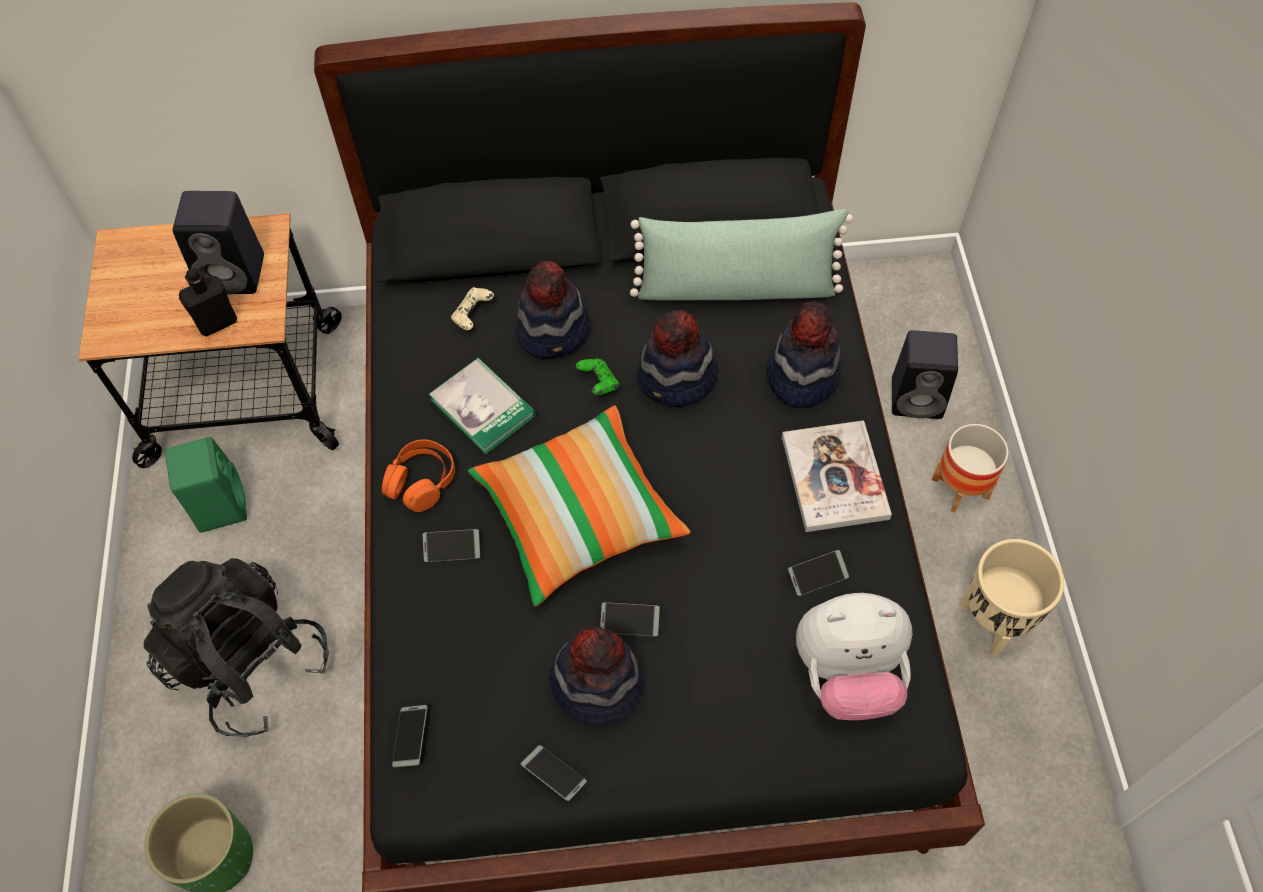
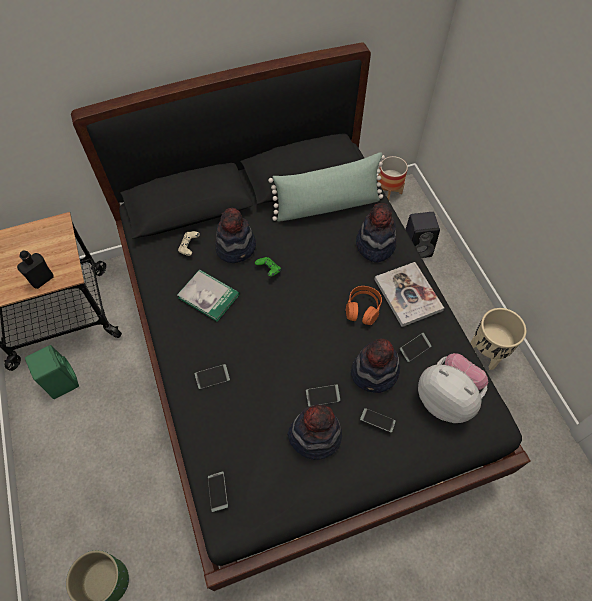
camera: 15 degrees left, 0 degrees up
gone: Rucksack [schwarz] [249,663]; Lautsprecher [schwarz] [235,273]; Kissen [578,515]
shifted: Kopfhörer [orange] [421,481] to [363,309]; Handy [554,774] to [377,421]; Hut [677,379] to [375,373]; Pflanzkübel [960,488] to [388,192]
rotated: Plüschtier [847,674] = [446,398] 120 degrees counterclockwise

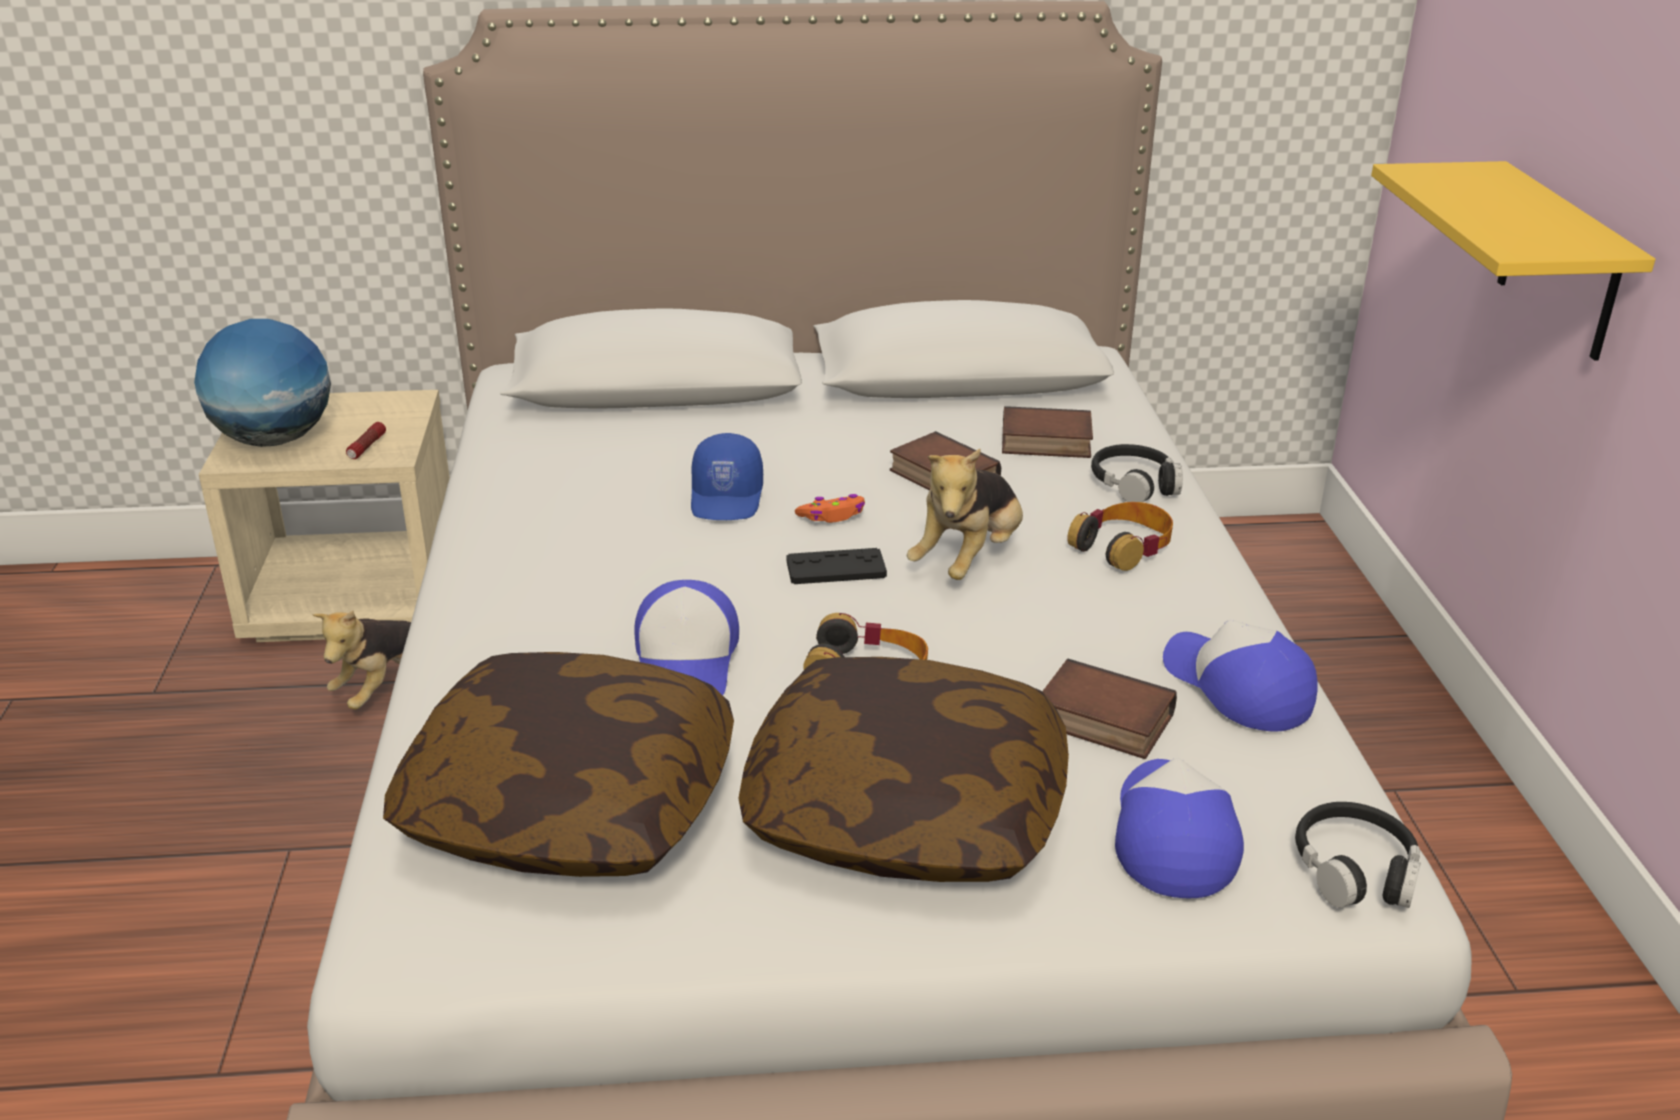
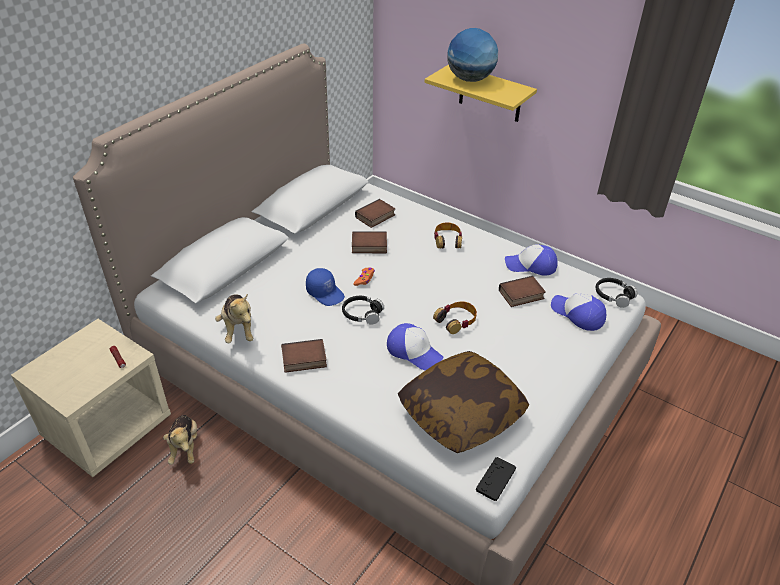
camera: 50 degrees left, 10 degrees up
gone: Kissen [906,811]
new: Buch [303,360]
shifted: Globus [274,440] to [470,79]; Gamepad [schwarz] [836,568] to [495,479]; Plüschtier [969,559] to [238,329]; Kopfhörer [schwarz] [1134,484] to [362,314]

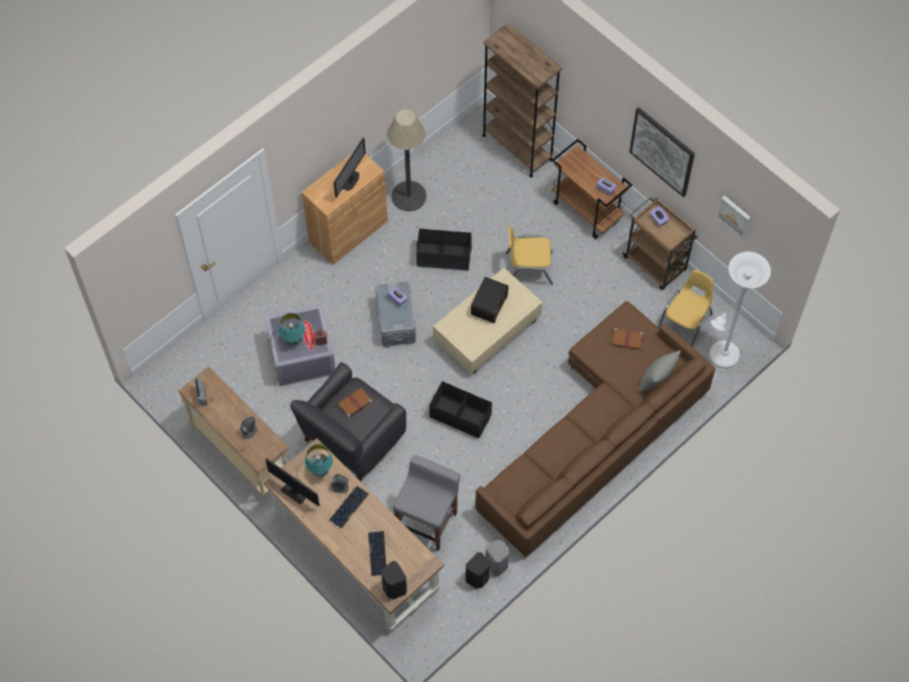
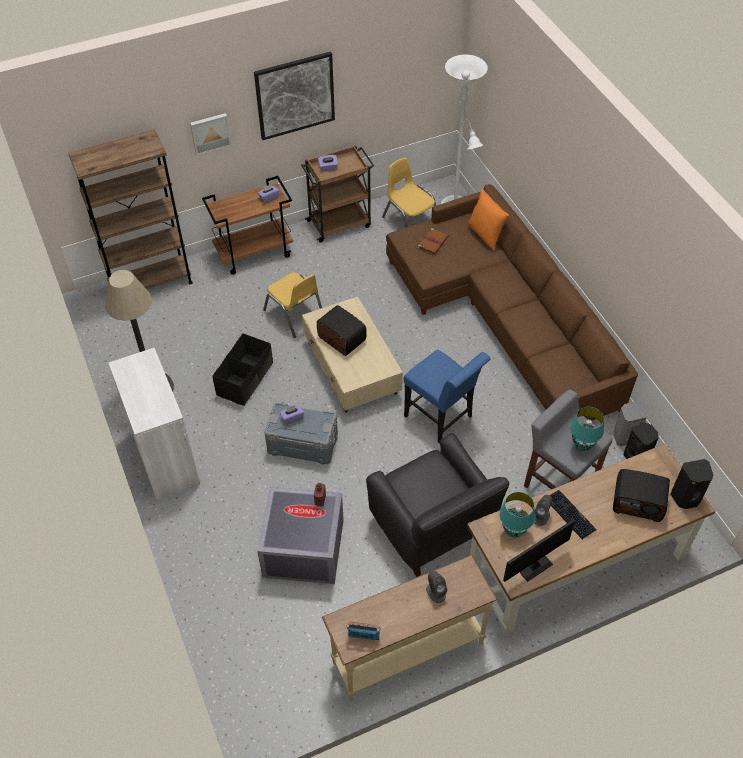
camera: 70 degrees left, 10 degrees down
gone: Monitor [350,181]; Buch [braun] [354,403]
shifted: Tischlampe [türkis] [294,340] to [582,446]; Bild [735,215] to [210,132]
swapped: Tastatur [377,554] to Radio [638,502]; Aufbewahrungsbox [schwarz] [460,416] to Stuhl [blau] [441,419]
repainted: Schrank [braun] [348,231] to Schrank [weiß] [165,456]; Kissen [grau] [657,380] to Kissen [orange] [485,235]
rotated: Stuhl [gelb] [528,267] = [294,314] 60 degrees counterclockwise

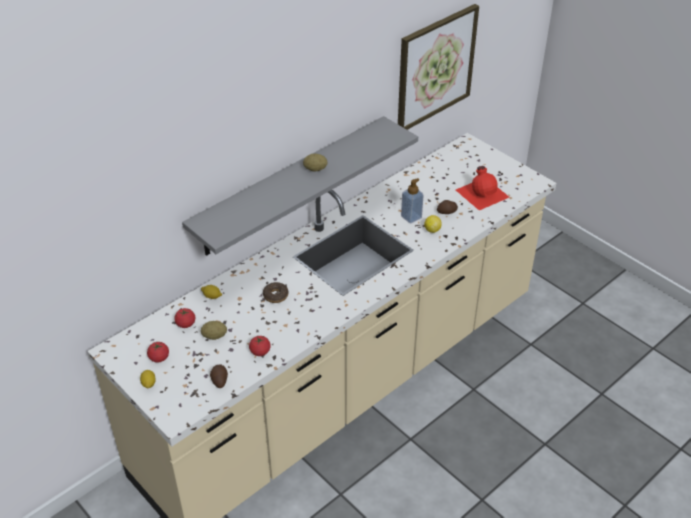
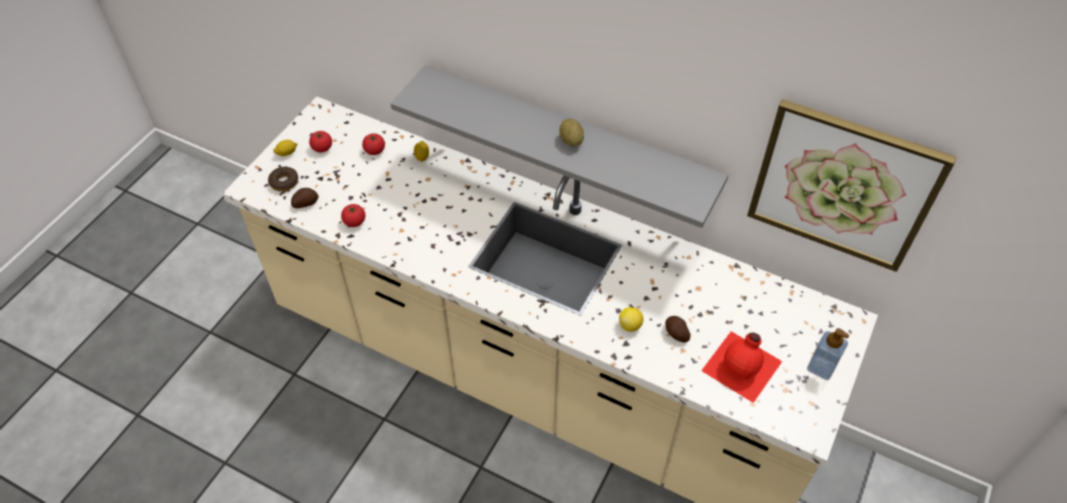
camera: 70 degrees right, 10 degrees up
gone: Kartoffel [214,336]
shifted: Donut [275,295] to [284,182]; Seifenspender [411,217] to [821,367]

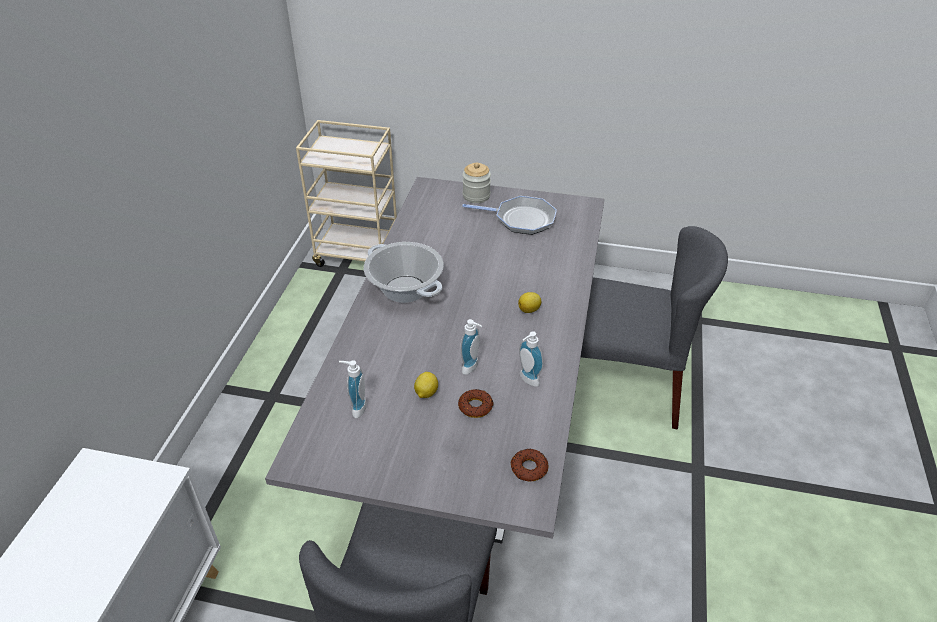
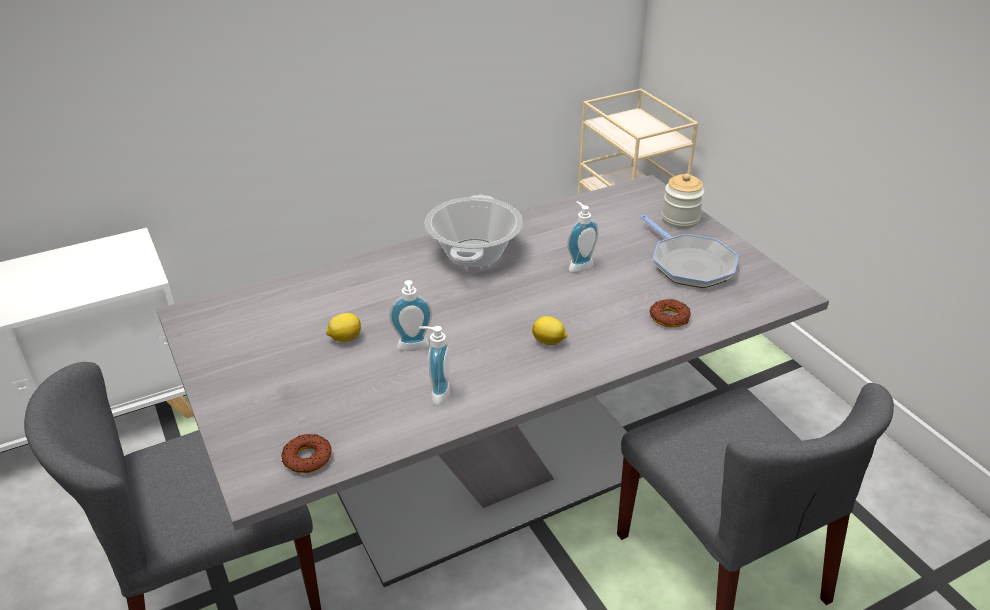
camera: 50 degrees right, 5 degrees down
shifted: Seifenspender [356,408] to [578,265]; Donut [475,406] to [669,317]

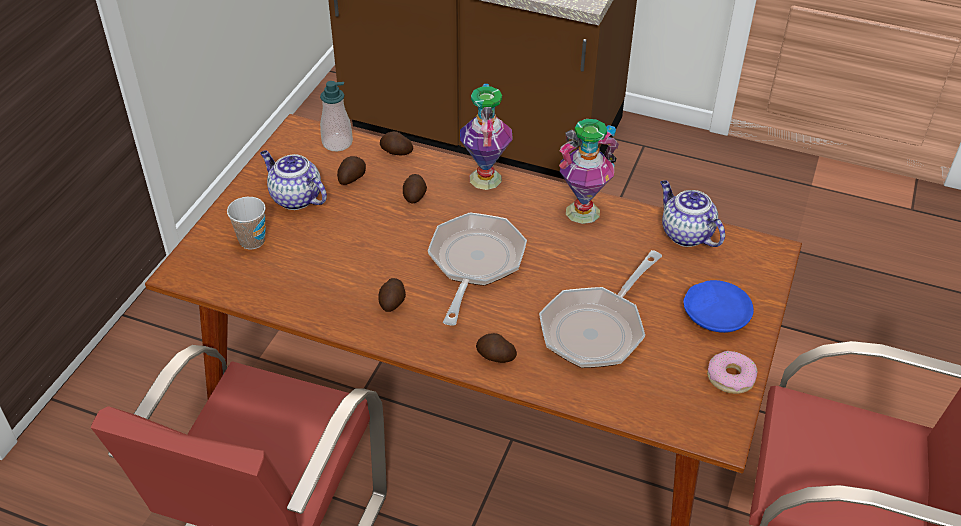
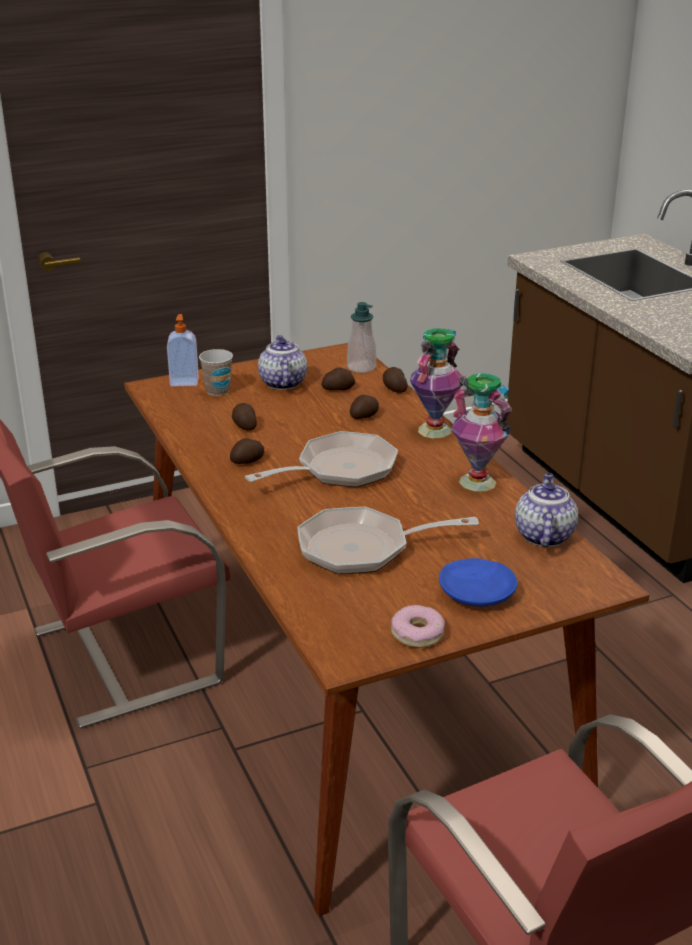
camera: 45 degrees right, 15 degrees down
new: Seifenspender [184,381]
shifted: Kartoffel [495,356] to [244,426]

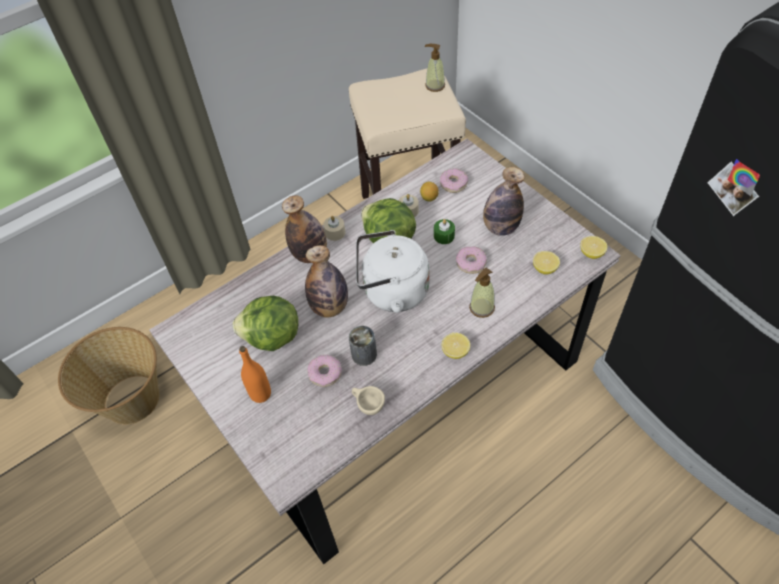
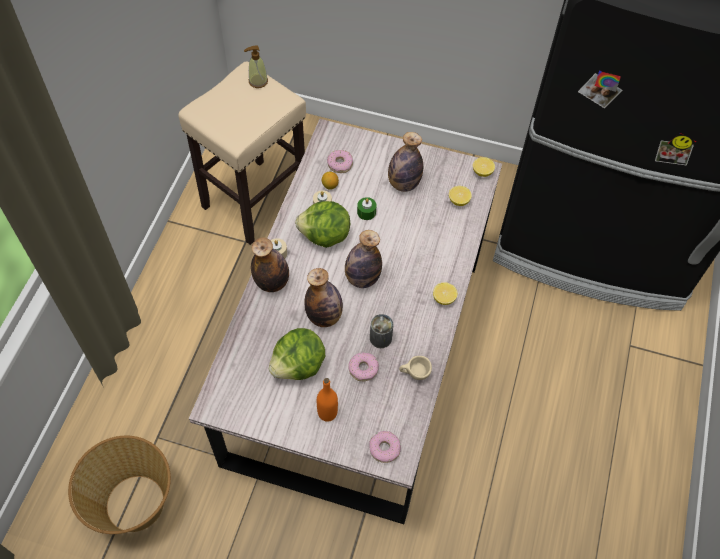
camera: 40 degrees left, 5 degrees up
gone: Seifenspender [481,308]
shifted: Donut [471,263] to [384,448]
swapped: Wasserkessel [weiß] [391,292] to Flasche [362,278]

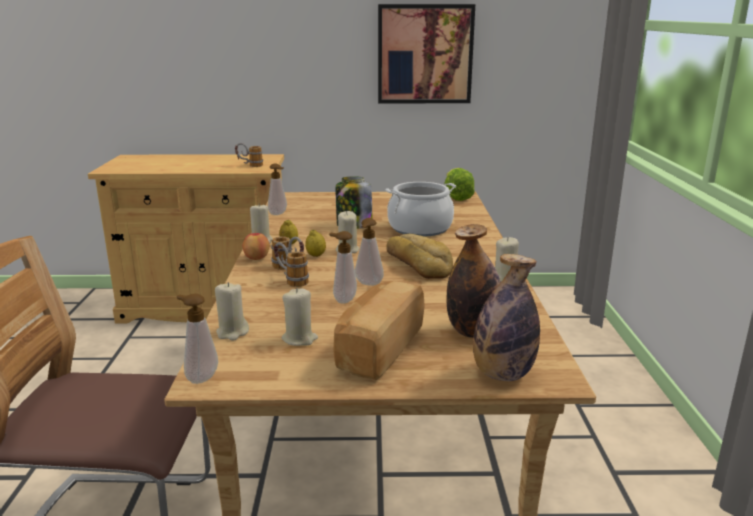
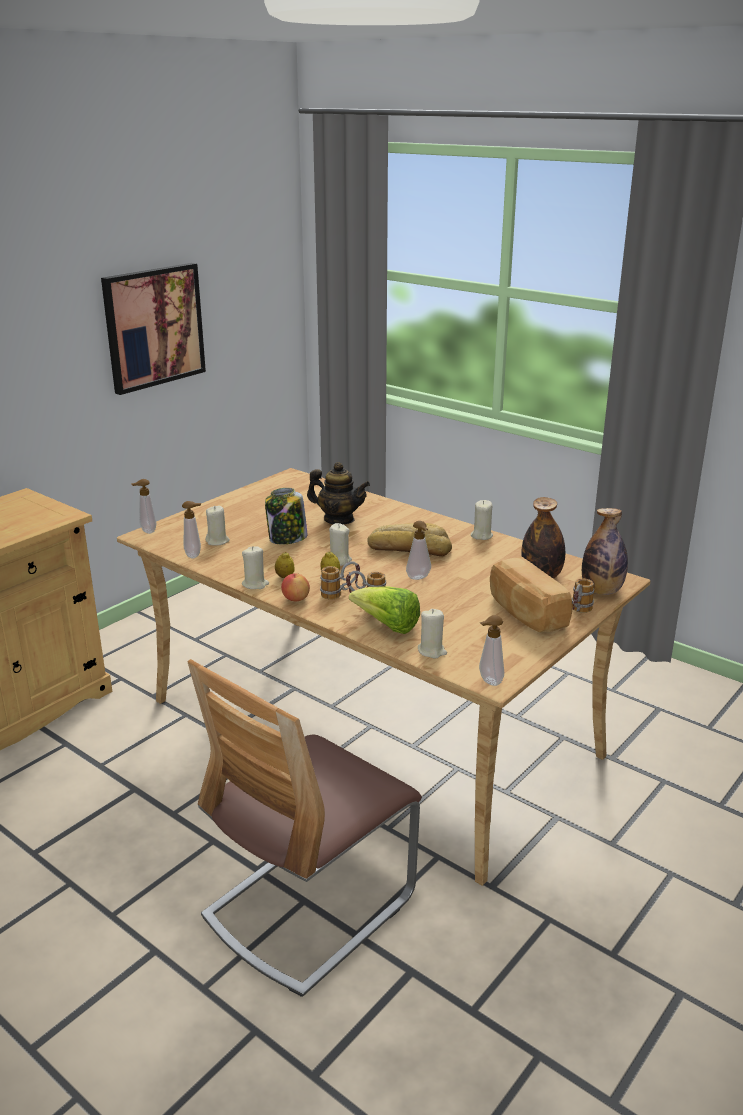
camera: 50 degrees left, 5 degrees up
shifted: Henkelbecher [249,165] to [578,612]; Kerze [beige] [299,339] to [217,541]; Seifenspender [343,300] to [147,531]; Salatkopf [456,197] to [387,626]
swapped: Kochtopf [419,228] to Teekanne [339,519]

